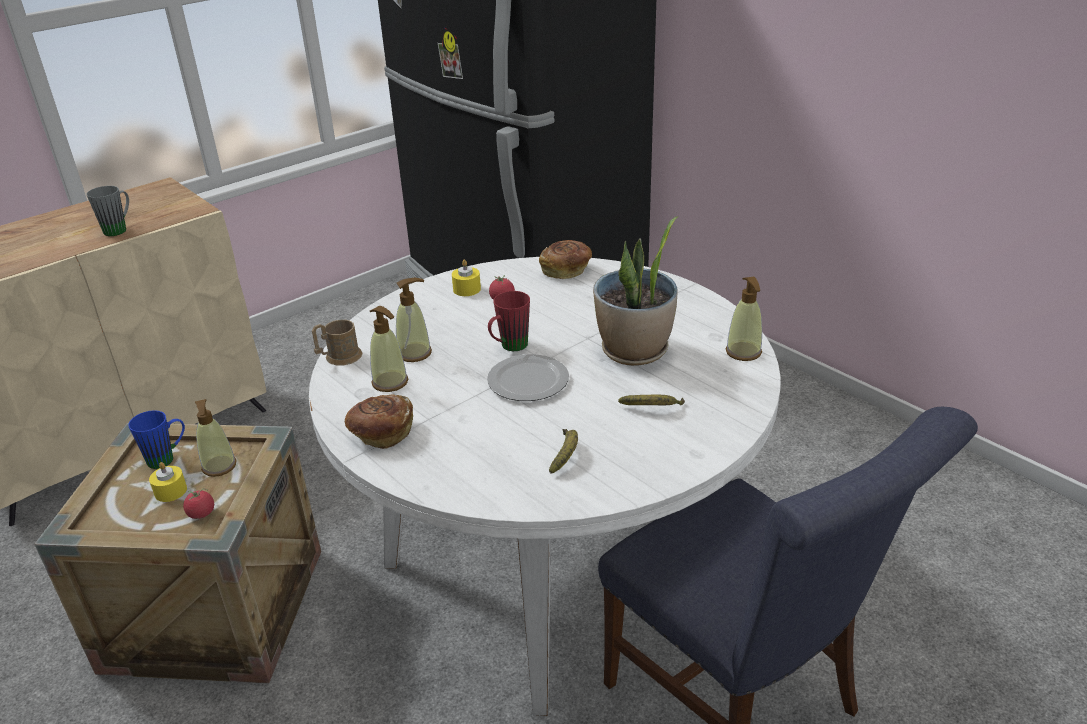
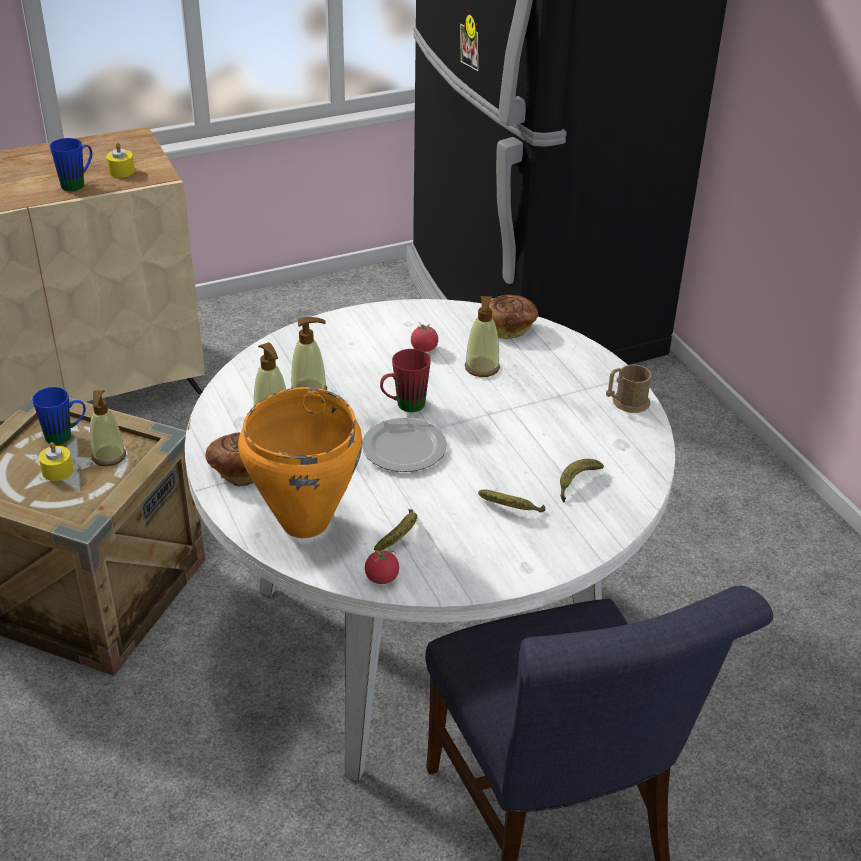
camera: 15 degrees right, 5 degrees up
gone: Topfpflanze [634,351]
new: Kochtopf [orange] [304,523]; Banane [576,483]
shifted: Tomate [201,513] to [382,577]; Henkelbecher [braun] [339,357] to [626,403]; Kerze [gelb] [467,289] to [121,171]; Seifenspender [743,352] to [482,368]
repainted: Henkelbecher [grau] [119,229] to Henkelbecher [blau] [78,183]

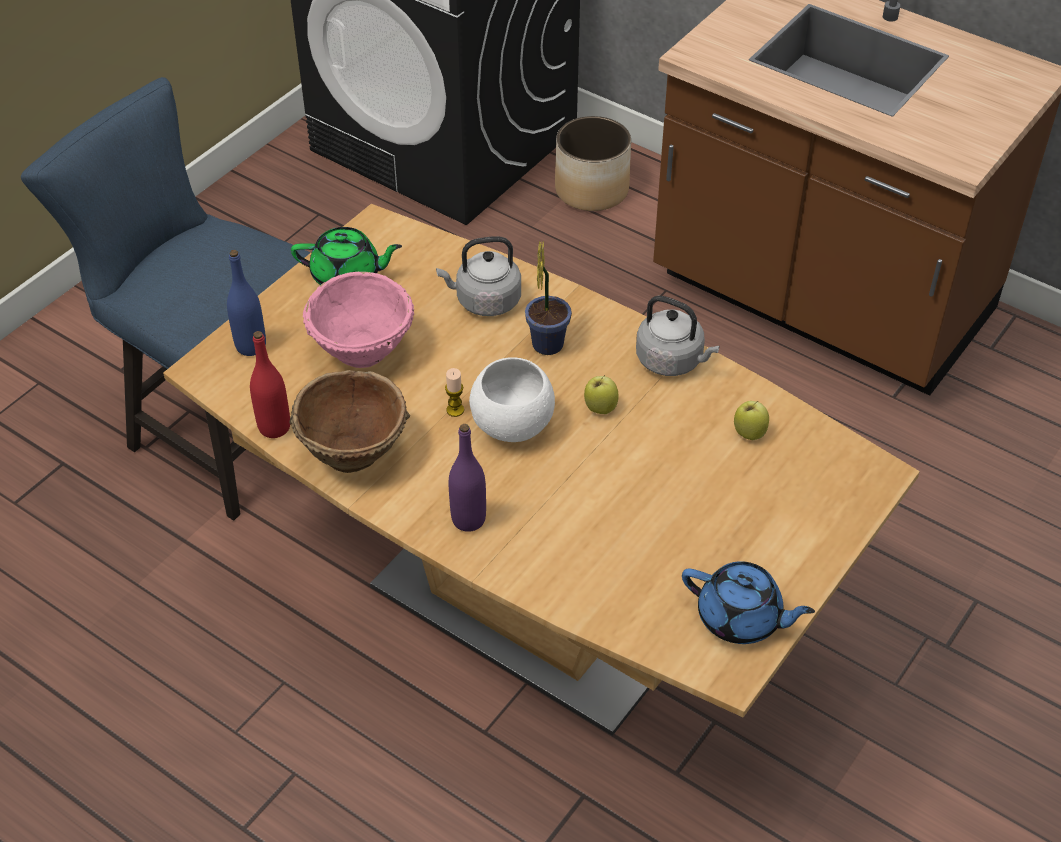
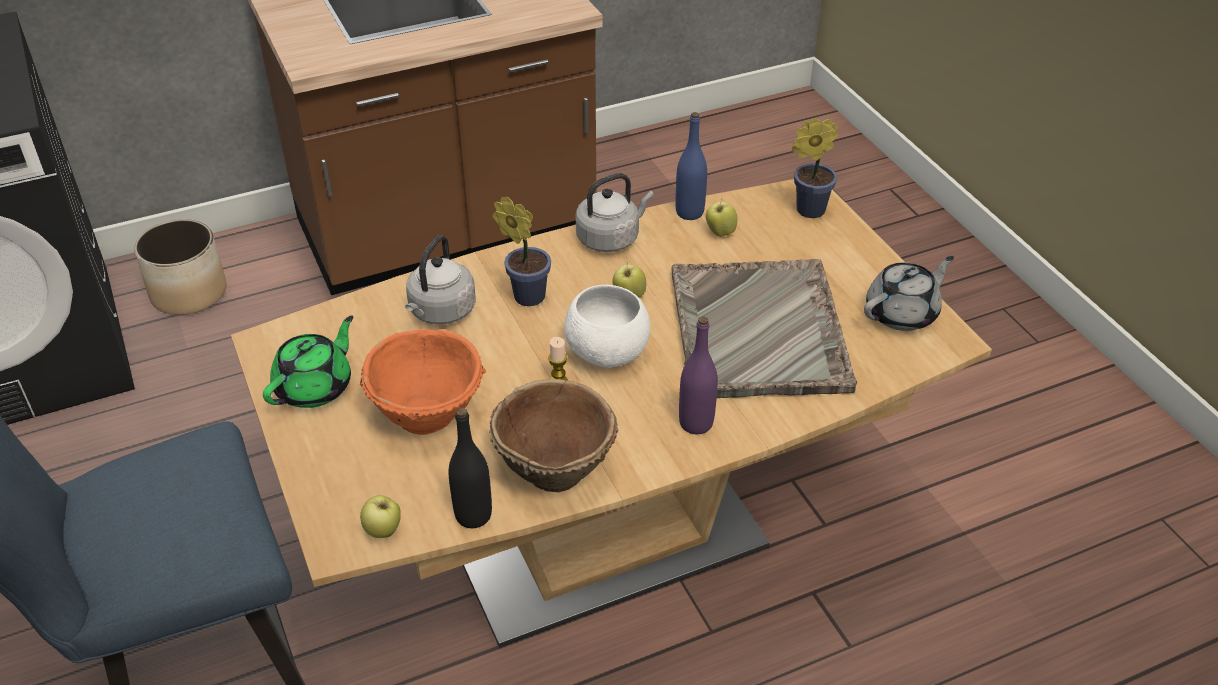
camera: 60 degrees left, 5 degrees down
new: Apfel [384,531]; Tablett [grau] [758,332]; Topfpflanze [806,210]
shifted: Flasche [blau] [251,346] to [689,212]
repainted: Flasche [rot] [274,427] to Flasche [schwarz] [473,515]; Schüssel [rosa] [363,351] to Schüssel [orange] [429,413]; Teekanne [blau] [740,618] to Teekanne [grau] [902,313]

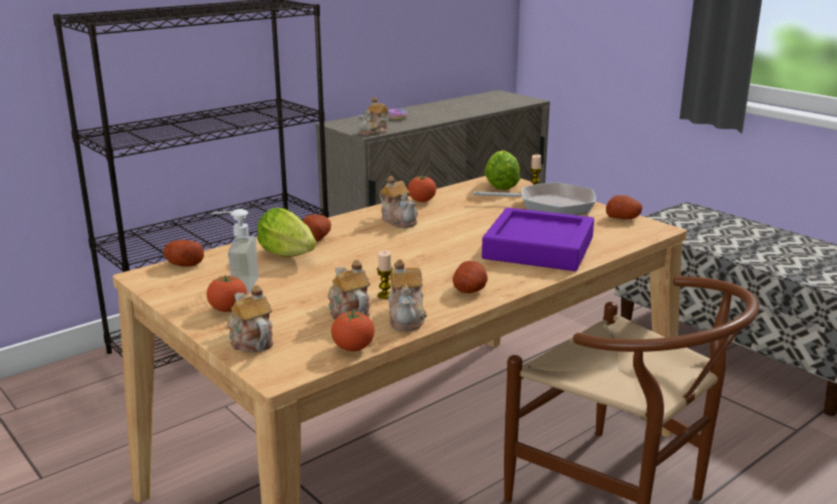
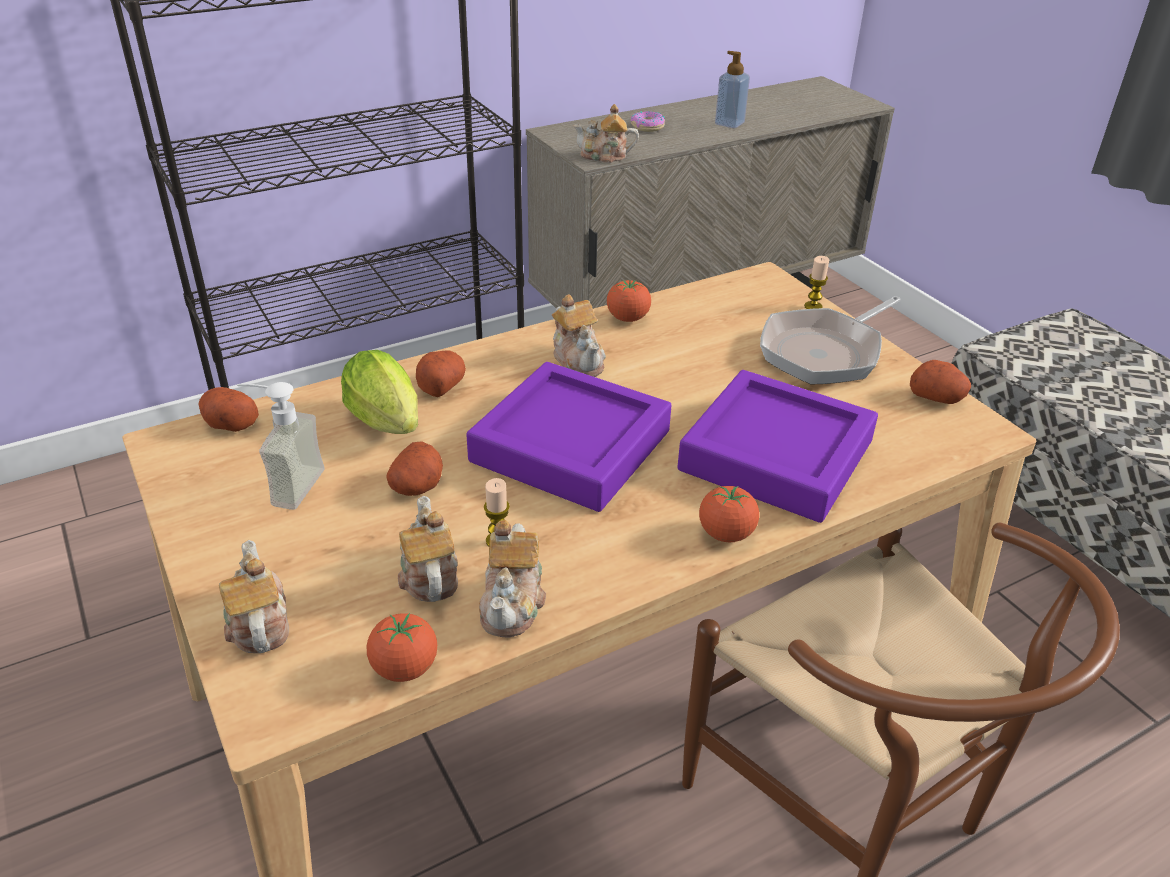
camera: 10 degrees right, 15 degrees up
gone: Salatkopf [501,185]
new: Tablett [lila] [570,446]; Seifenspender [729,123]
shifted: Tomate [228,310] to [726,534]; Kartoffel [469,290] to [417,486]
rotated: Teekanne [374,132] = [604,156] 45 degrees clockwise; Pfanne [550,205] = [825,352] 120 degrees clockwise

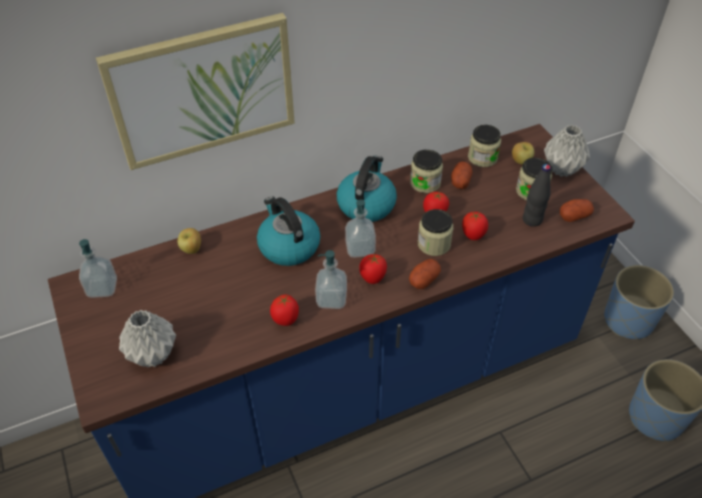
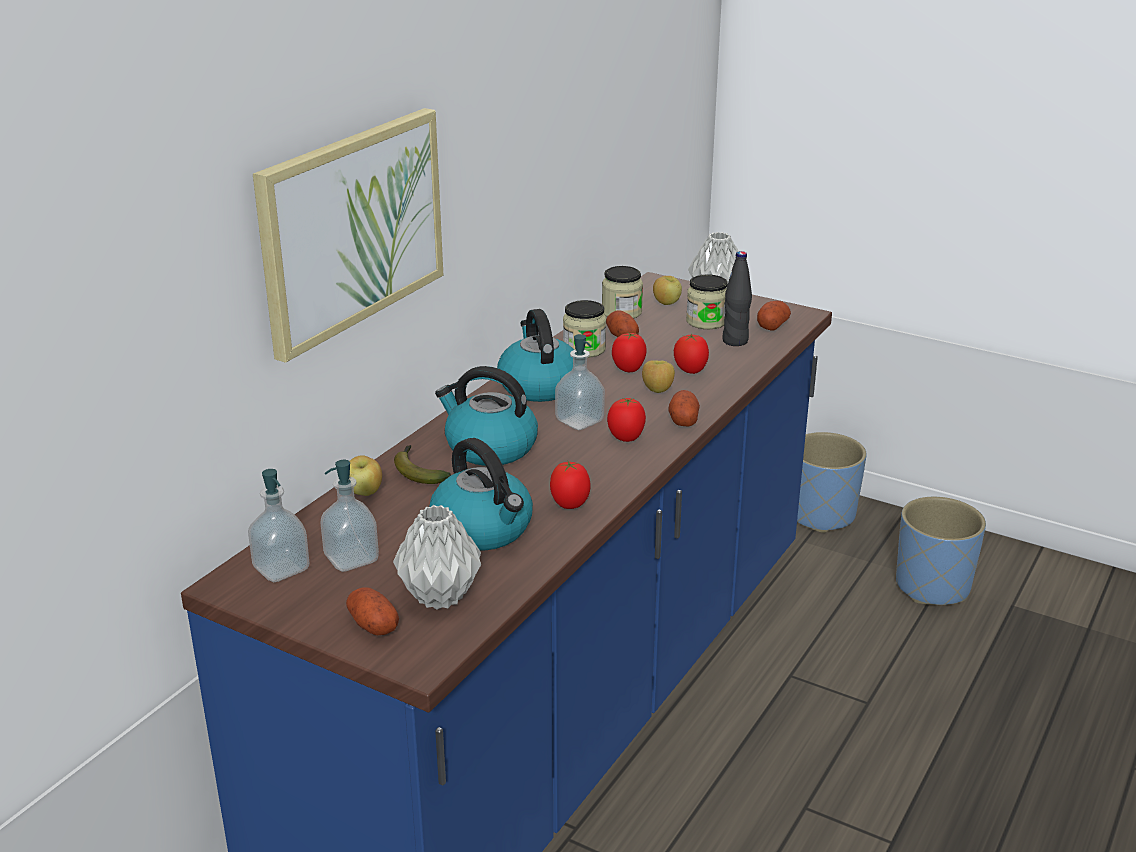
camera: 35 degrees left, 20 degrees down
new: Kartoffel [373,625]; Banane [418,471]; Wasserkessel [483,529]
shifted: Seifenspender [331,299] to [351,559]
swapped: Vorratsglas [434,244] to Apfel [657,391]

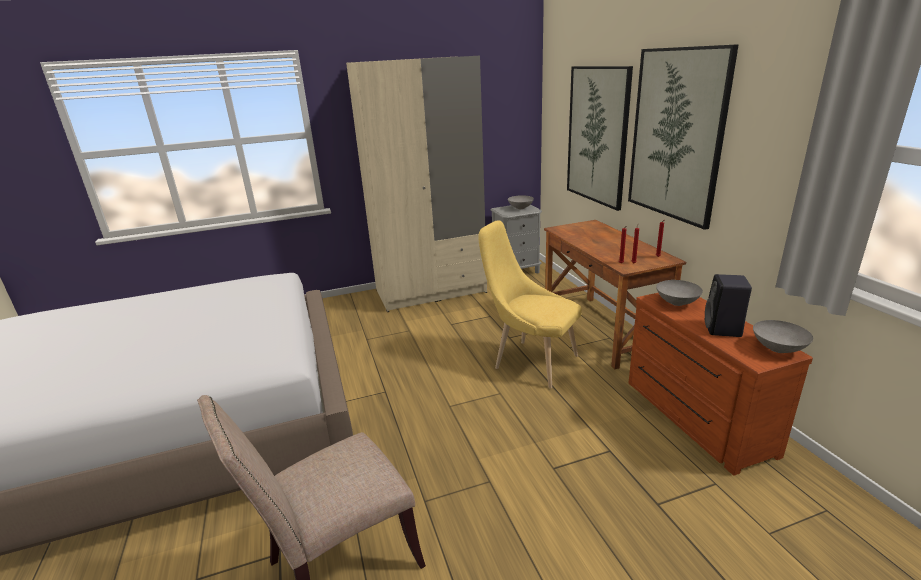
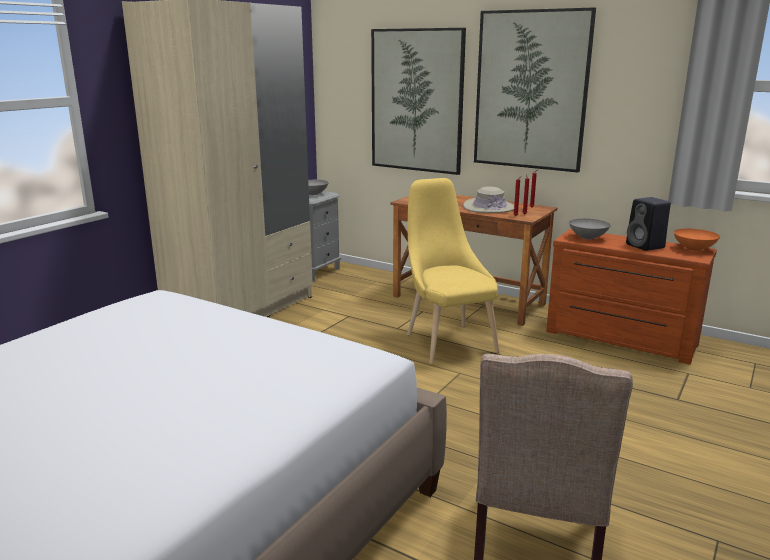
camera: 40 degrees left, 5 degrees down
new: Hut [beige] [489,207]
repainted: Schüssel [grau] [777,348] to Schüssel [orange] [693,249]
rotated: Stuhl [gelb] [530,361] = [447,341] 75 degrees clockwise

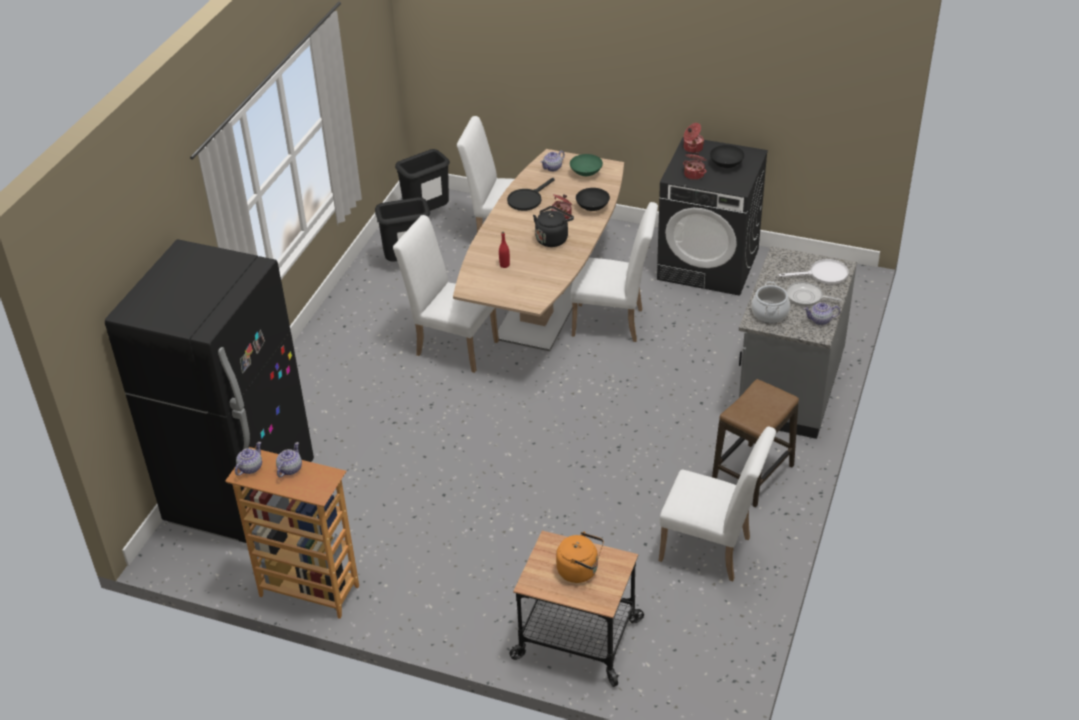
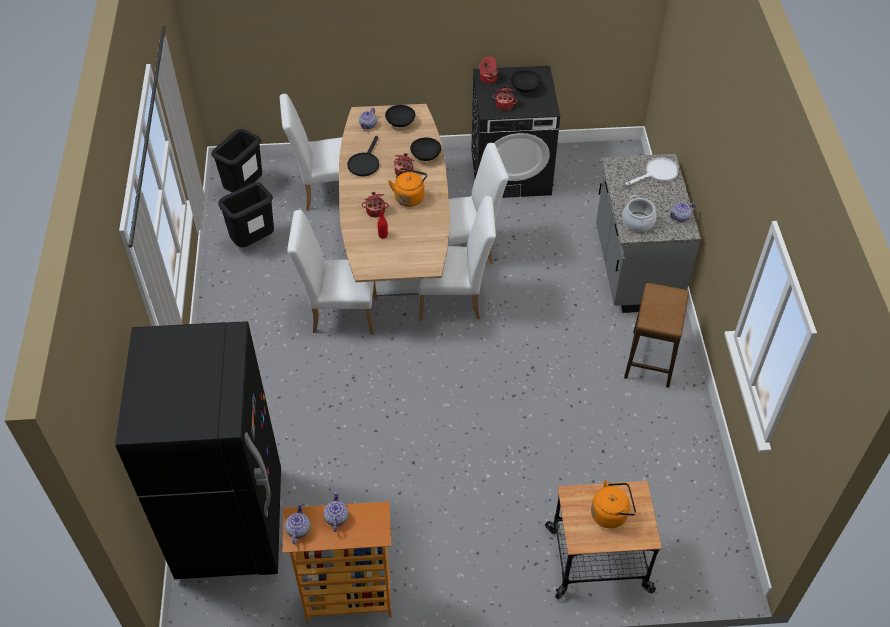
camera: 25 degrees left, 10 degrees up
gone: Pfanne [806,297]
new: Kochtopf [375,210]
shifted: Stuhl [weiß] [712,551] to [455,301]
repainted: Wasserkessel [schwarz] [553,238] to Wasserkessel [orange] [409,197]; Schüssel [grün] [585,173] to Schüssel [schwarz] [400,123]

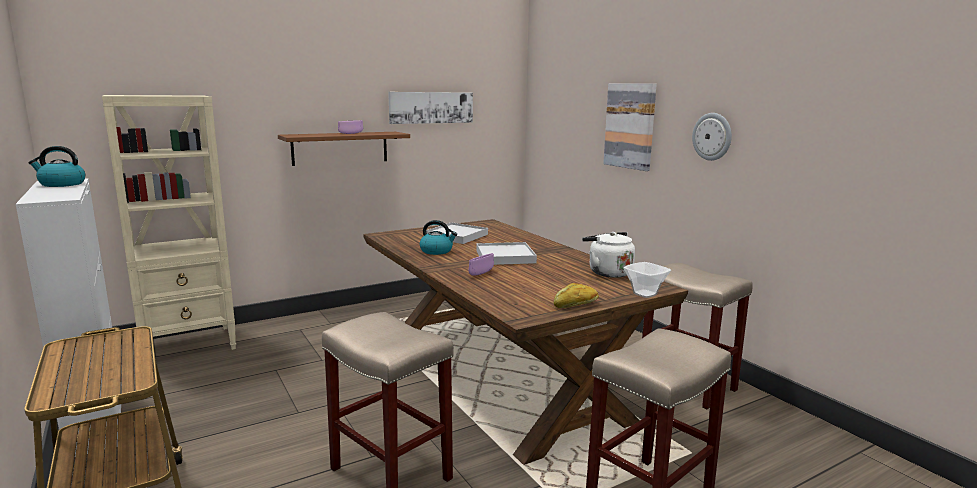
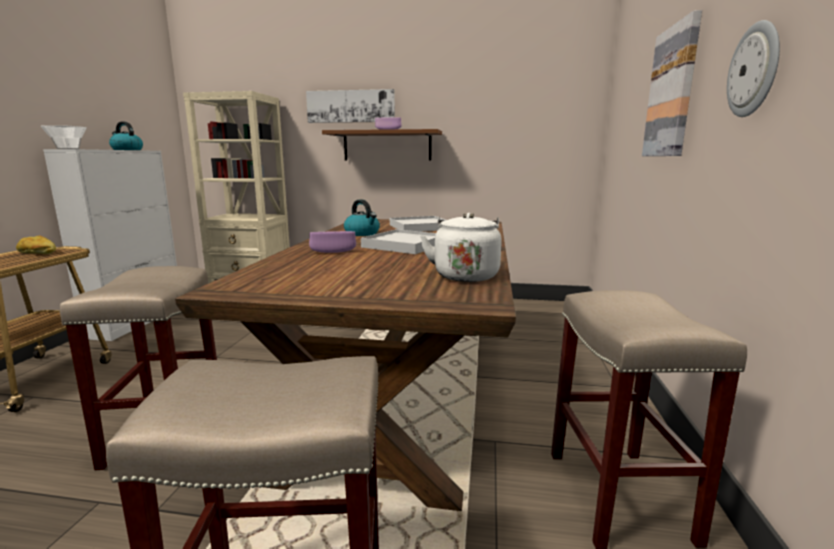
camera: 40 degrees right, 0 degrees up
shifted: Bild [431,107] to [350,106]; Brot [576,304] to [37,253]; Schüssel [645,294] to [69,149]

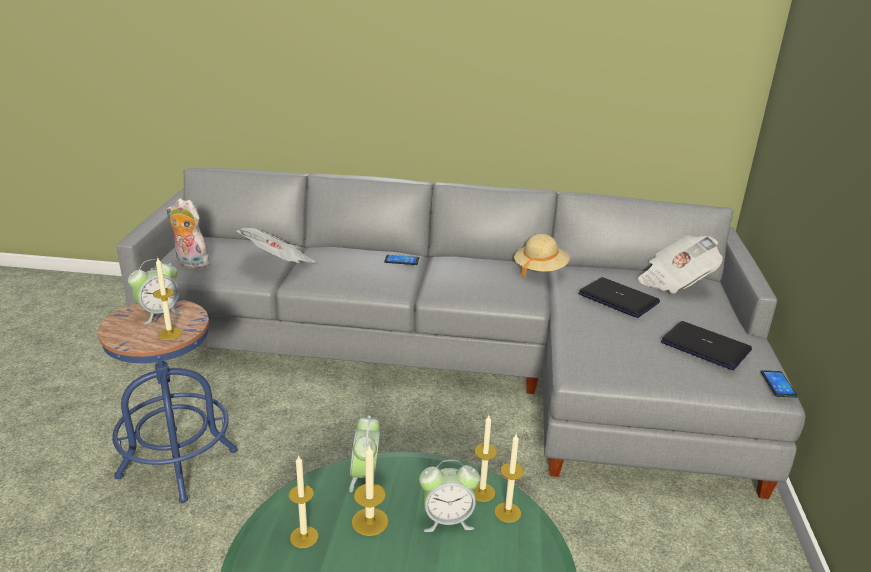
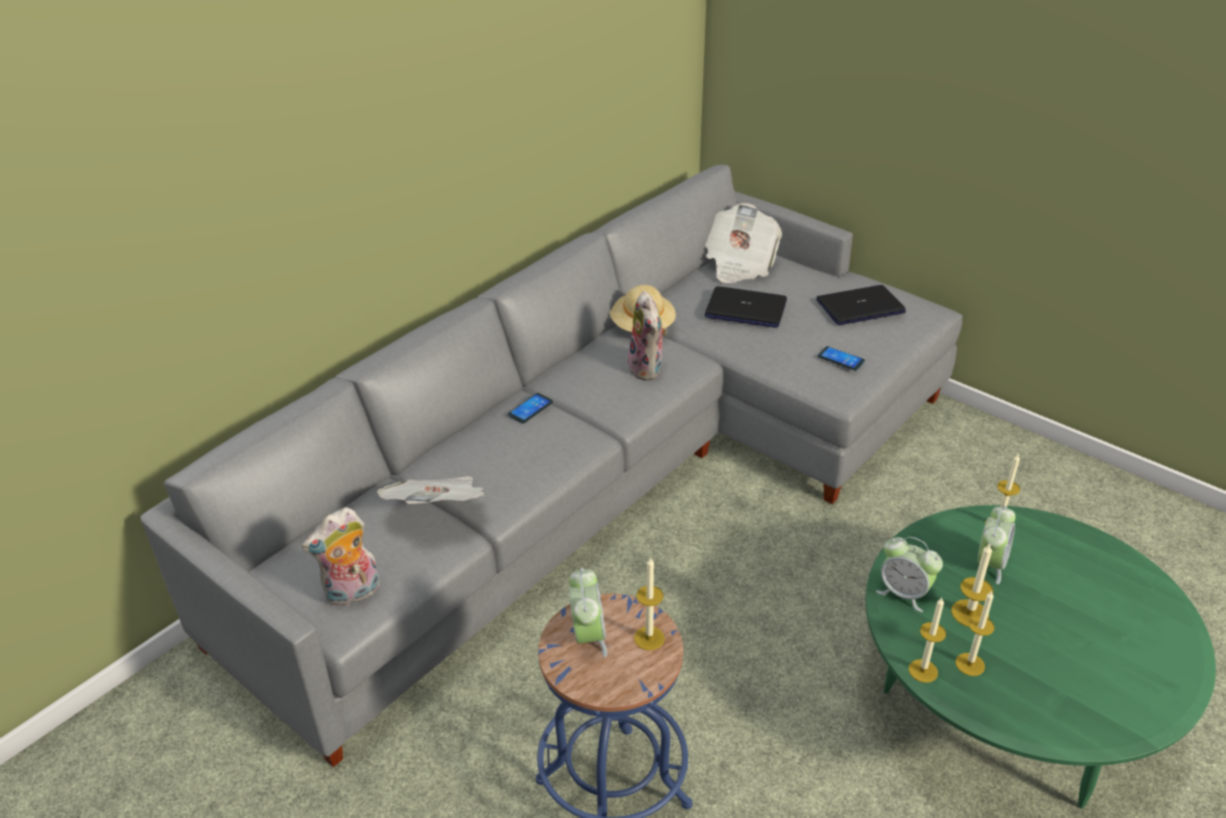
camera: 55 degrees left, 10 degrees up
new: Plüschtier [648,369]
shifted: Kerze [482,492] to [923,671]; Handy [778,384] to [841,359]
rotated: Laptop [619,299] = [745,309] 150 degrees counterclockwise

